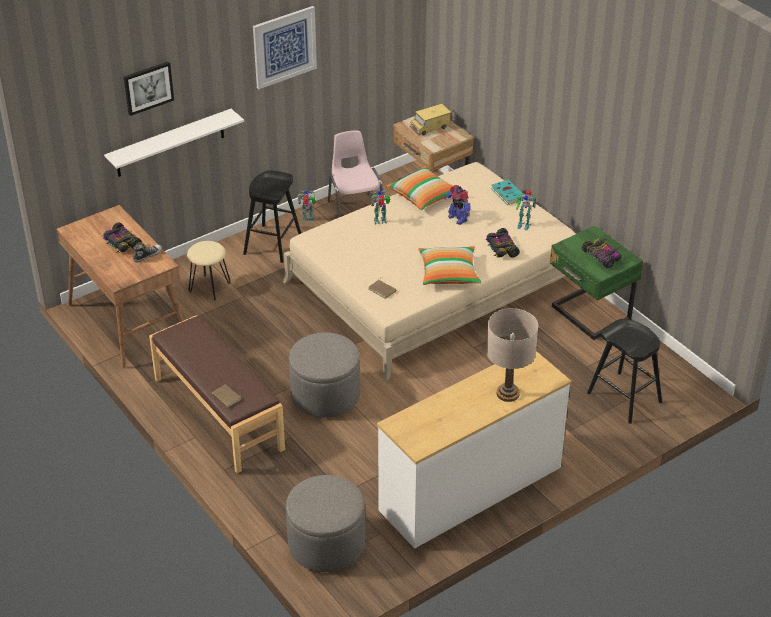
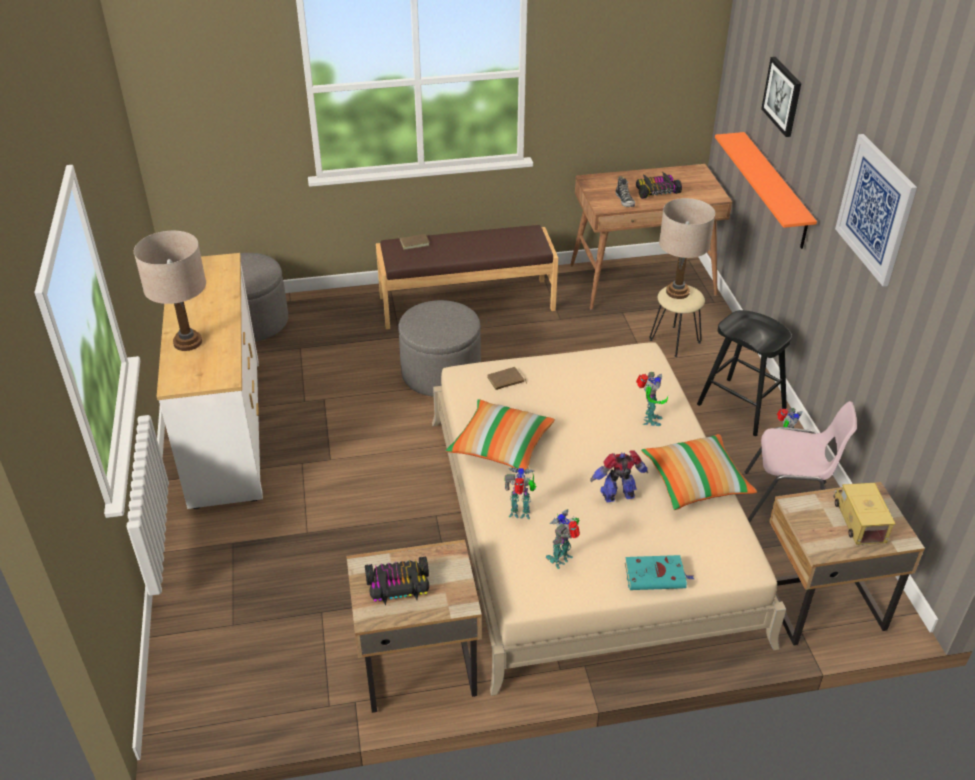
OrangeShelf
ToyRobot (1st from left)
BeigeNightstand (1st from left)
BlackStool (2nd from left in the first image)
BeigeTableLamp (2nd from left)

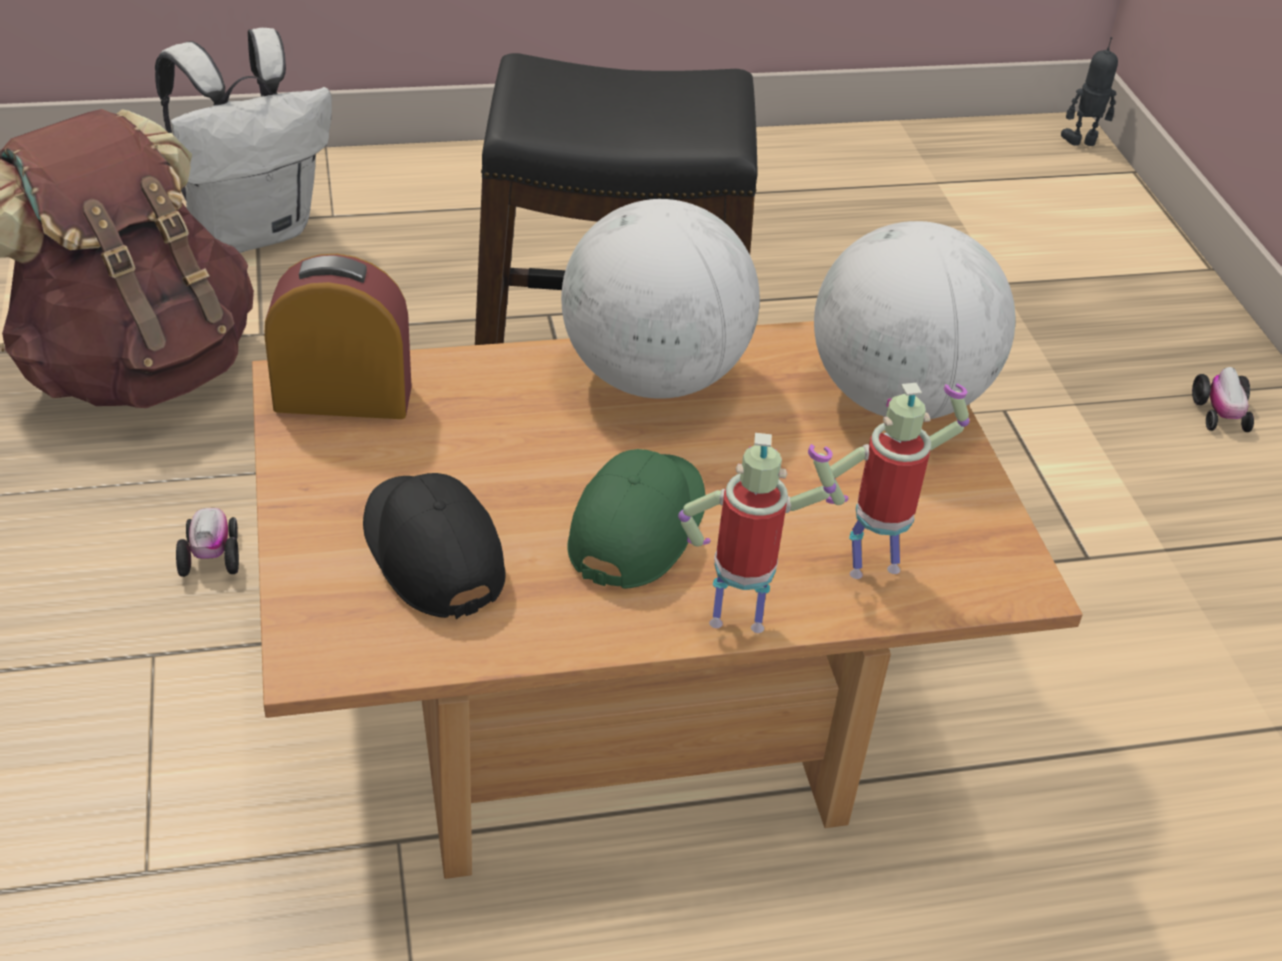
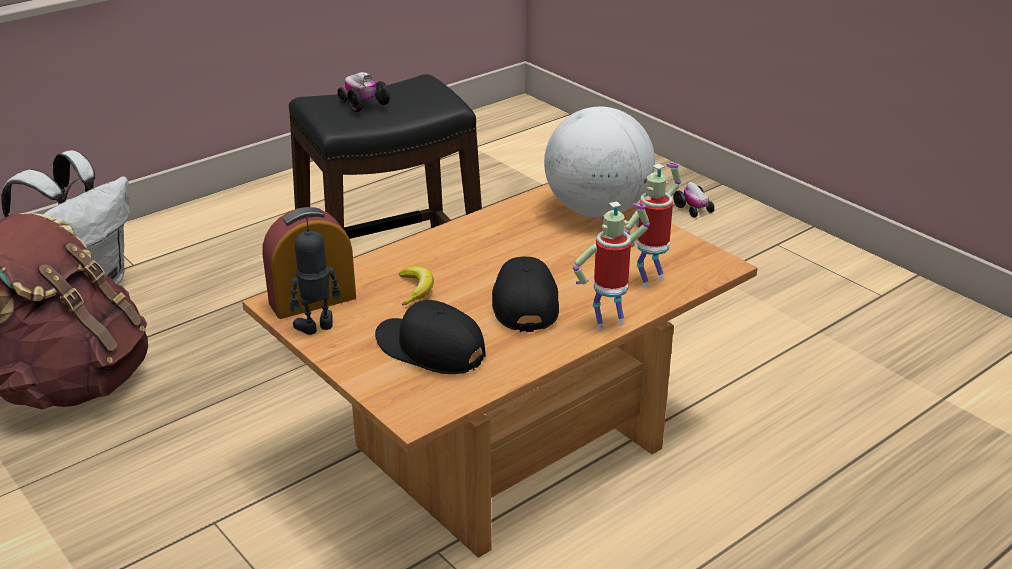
ToyCar (1st from left)
Globe (1st from left in the first image)
BlackCap (2nd from left)
ToyRobot (1st from left)
Banana

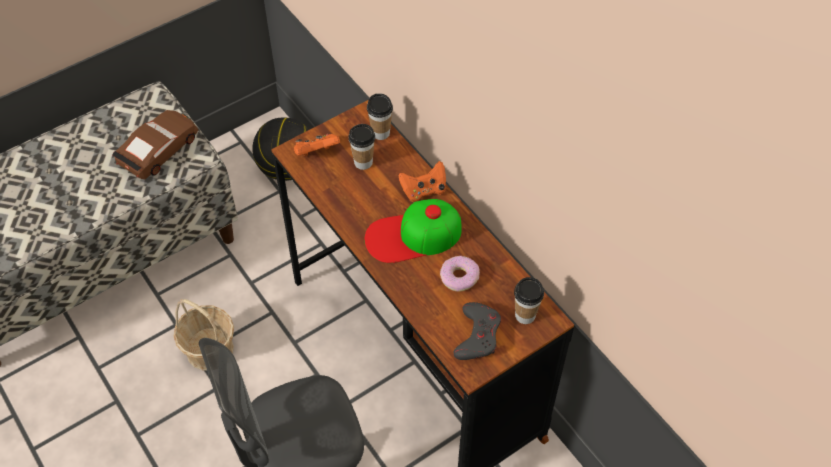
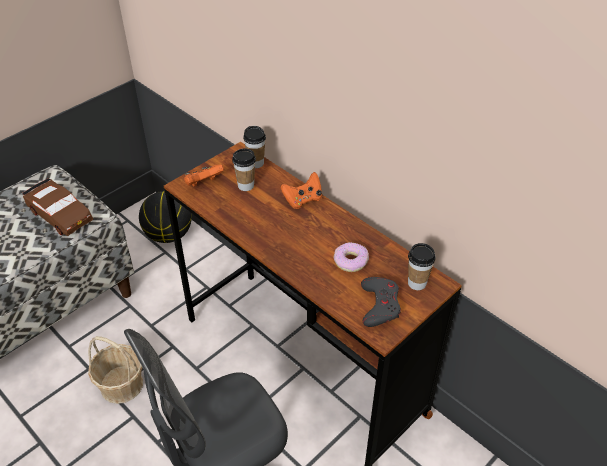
BrownToyCar
Cap

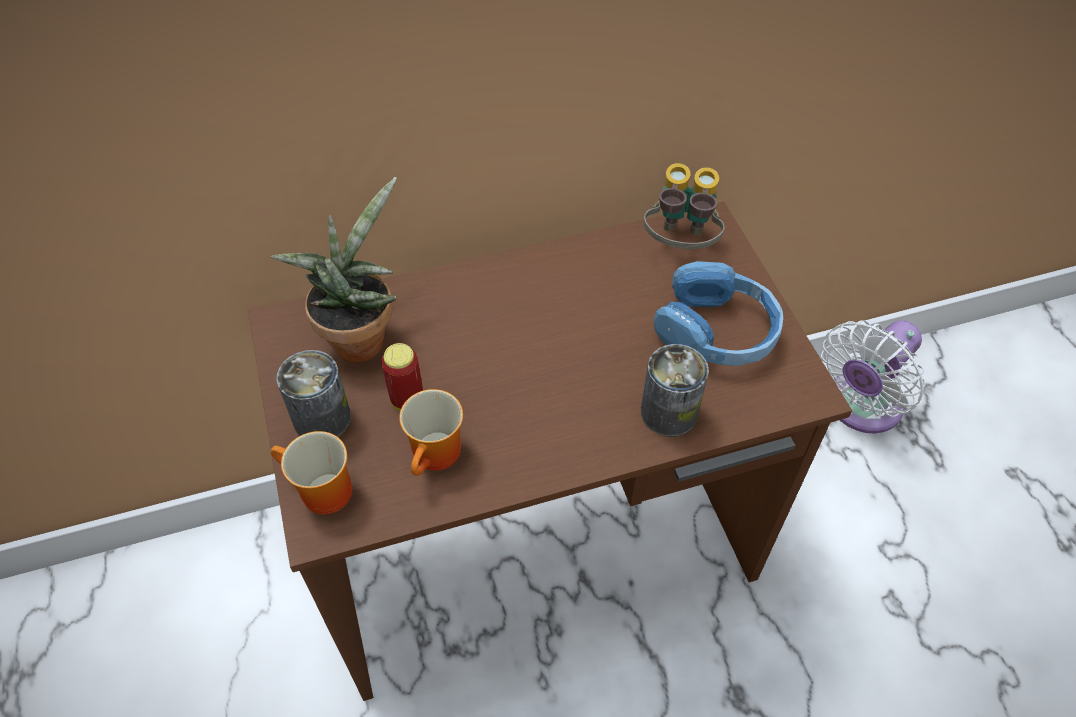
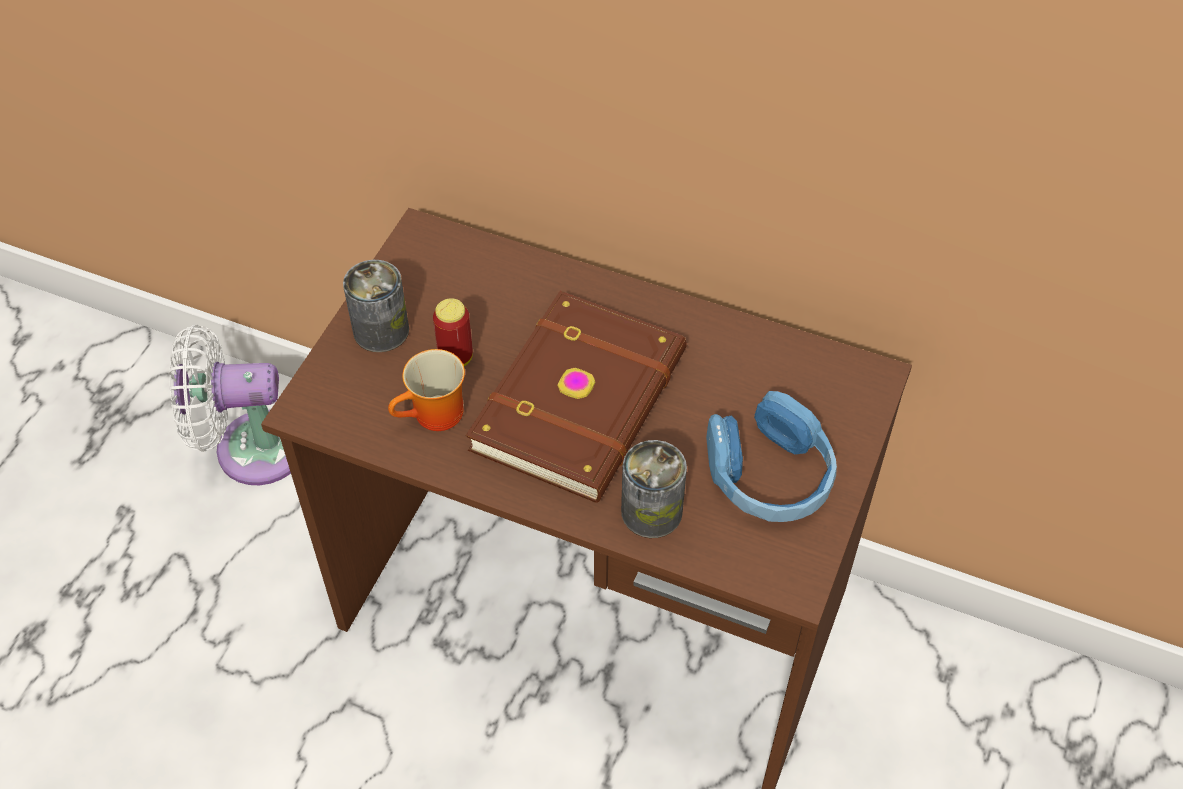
PottedPlant
Mug (1st from left in the first image)
Binoculars
WhiteFan
BrownBook

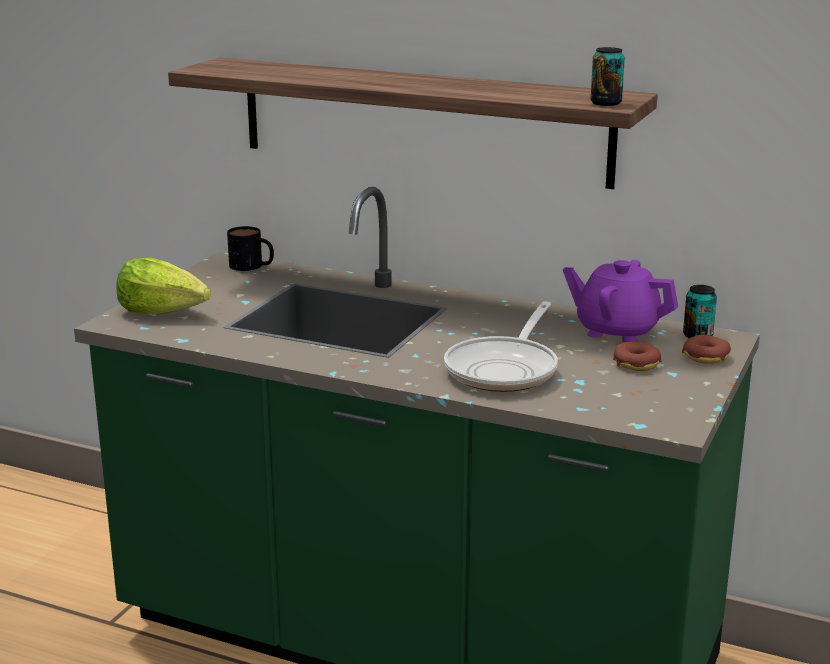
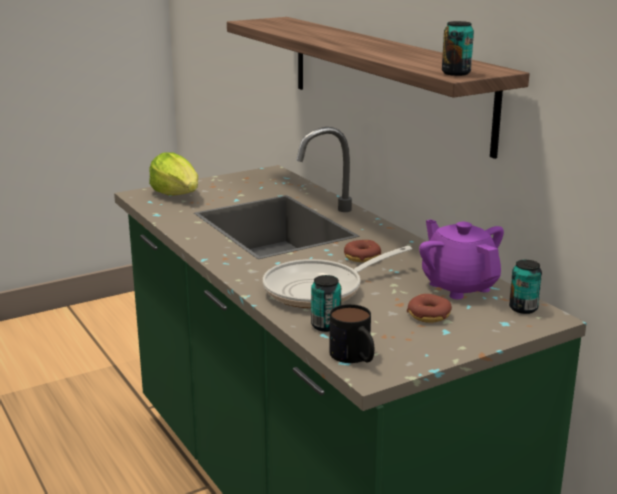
Mug
Donut (1st from left)
Can (1st from left)

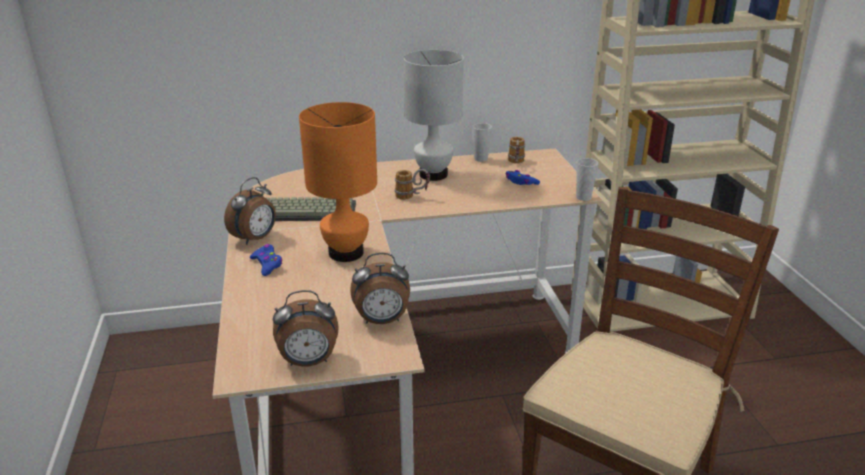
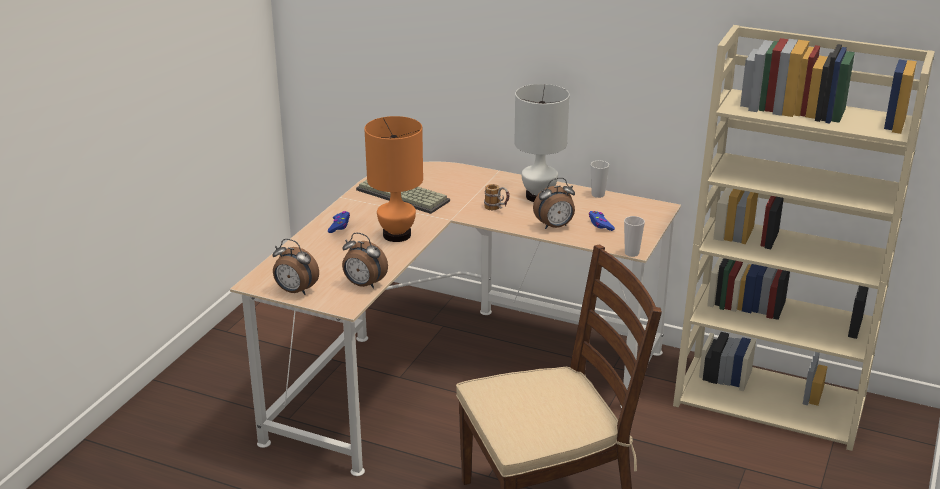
AlarmClock (3rd from left)
Mug (2nd from left in the first image)

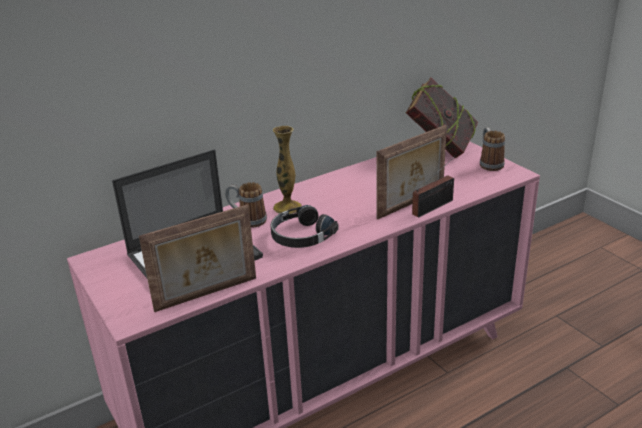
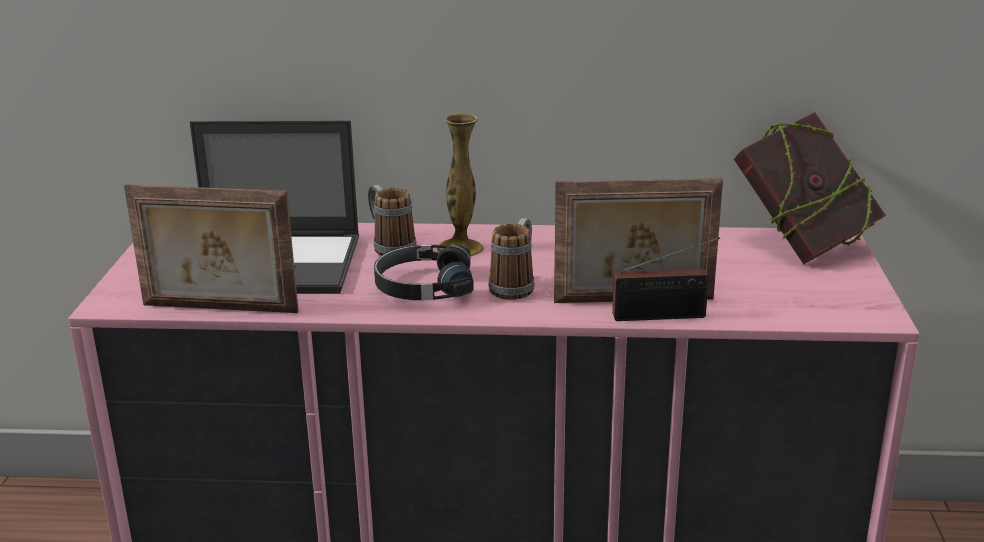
Mug (2nd from left)

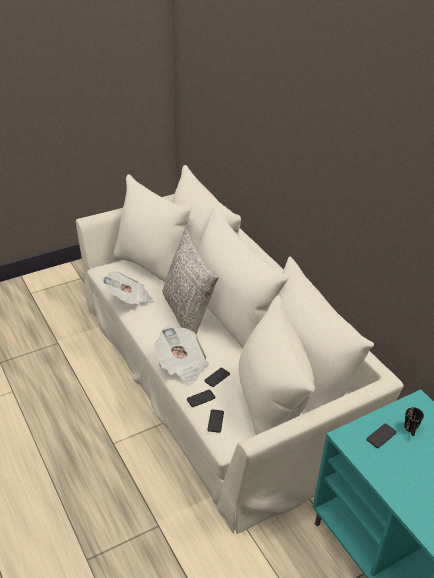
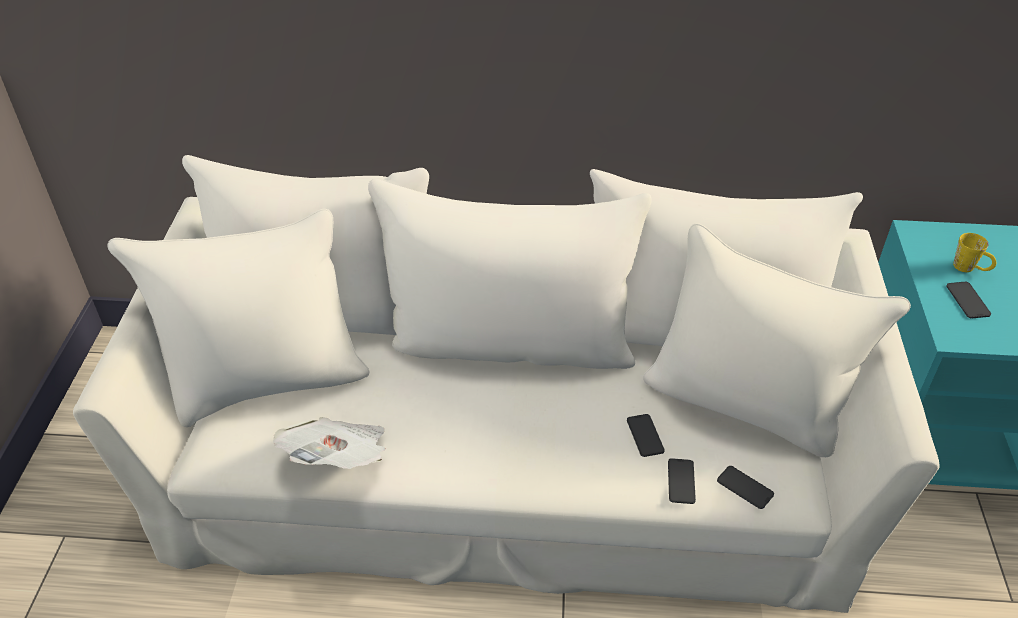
Newspaper (2nd from left in the first image)
GreyPillow
YellowMug

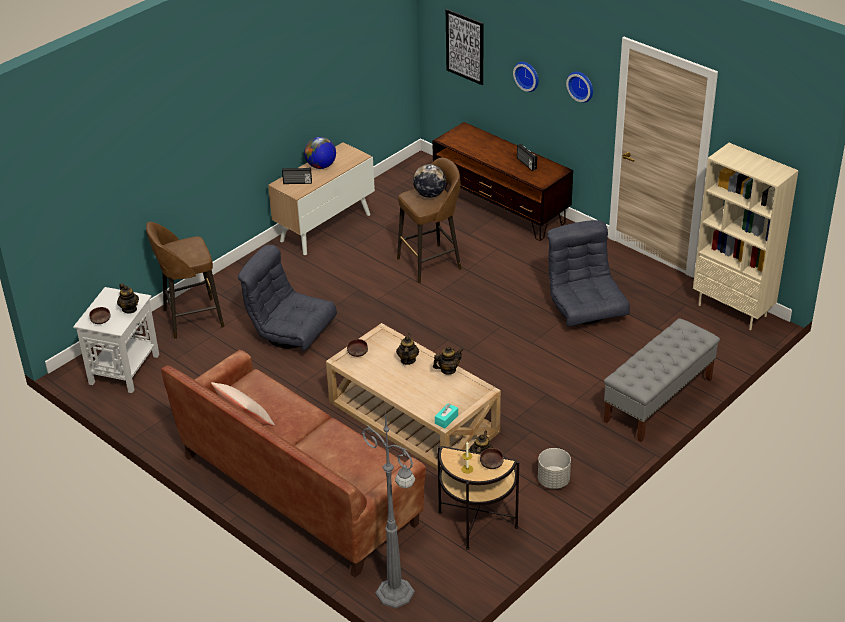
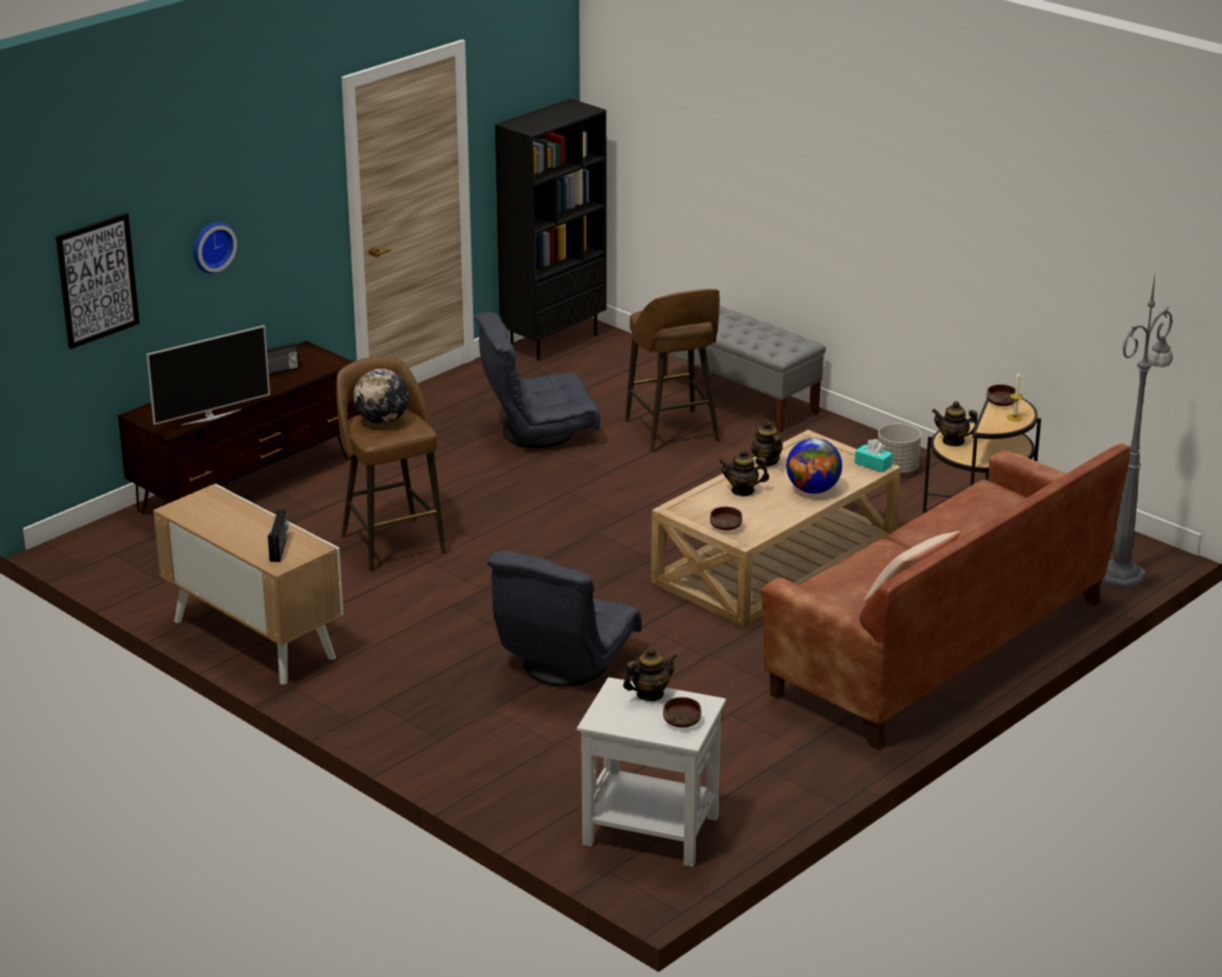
BrownStool (2nd from left)
Globe (2nd from left)
WallClock (2nd from left in the first image)
BlackBookcase
Television

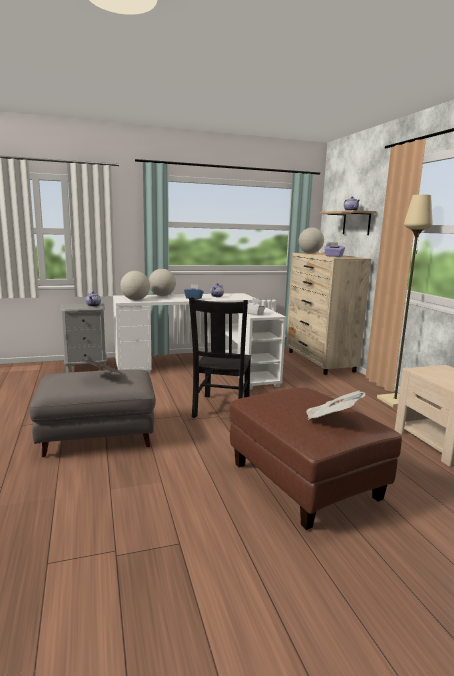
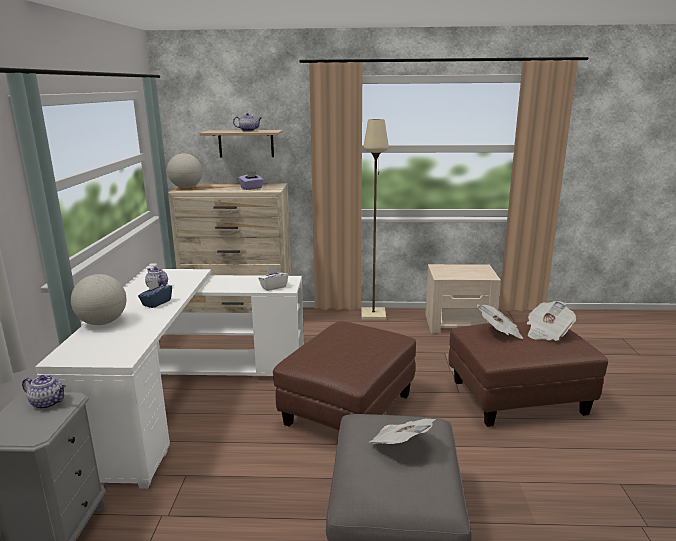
Globe (1st from left in the first image)
BrownOttoman (1st from left)
Newspaper (2nd from left)

